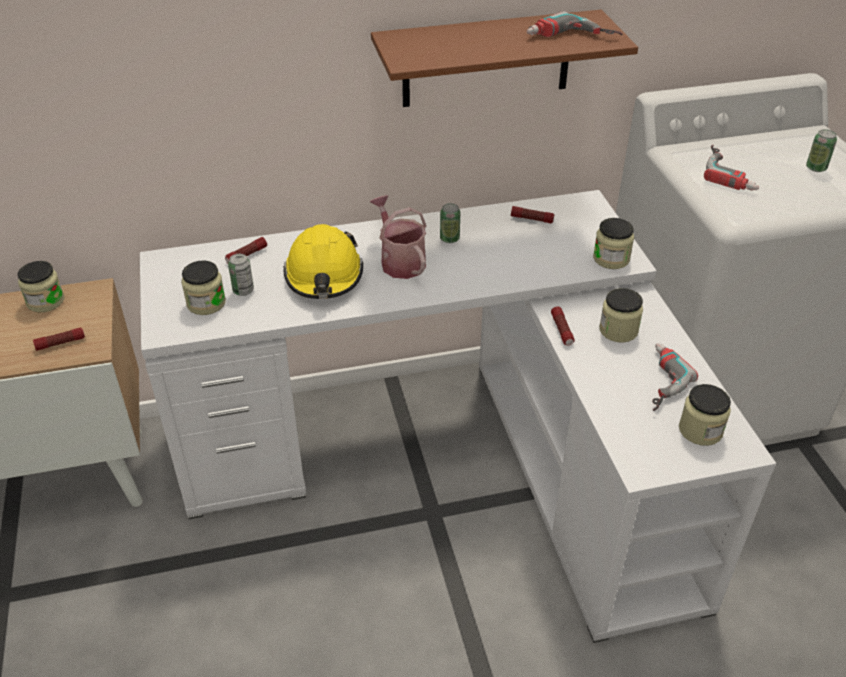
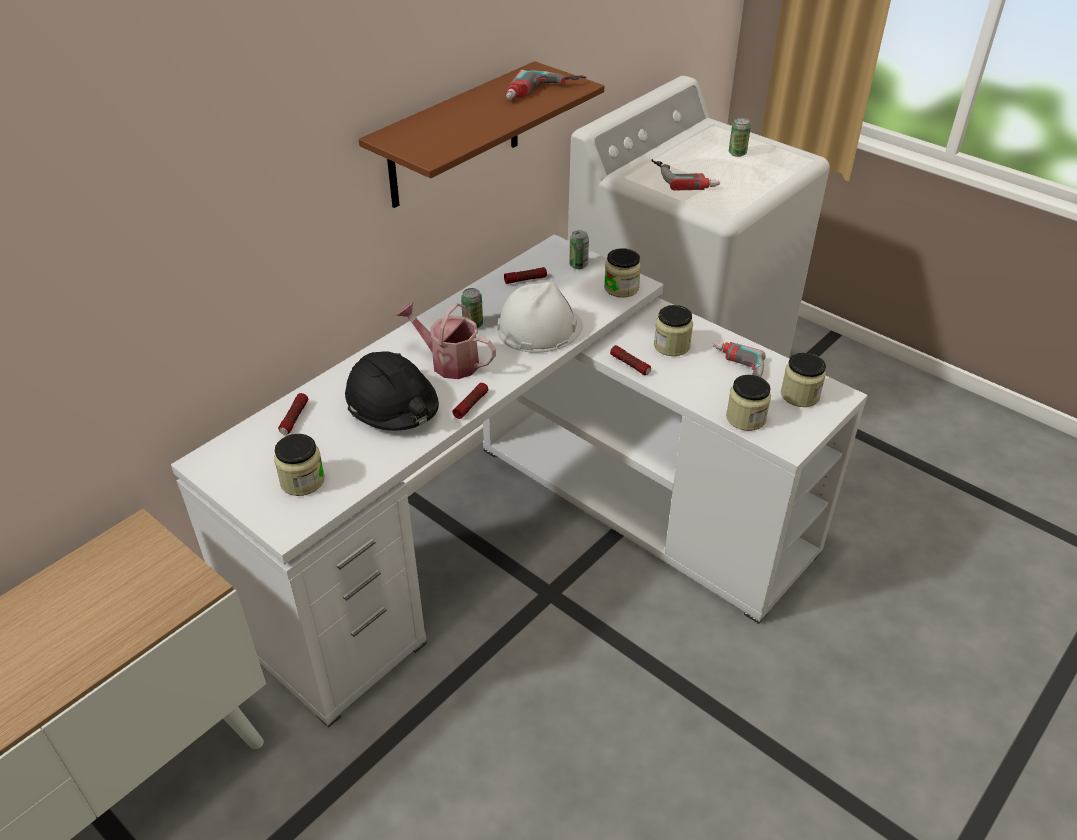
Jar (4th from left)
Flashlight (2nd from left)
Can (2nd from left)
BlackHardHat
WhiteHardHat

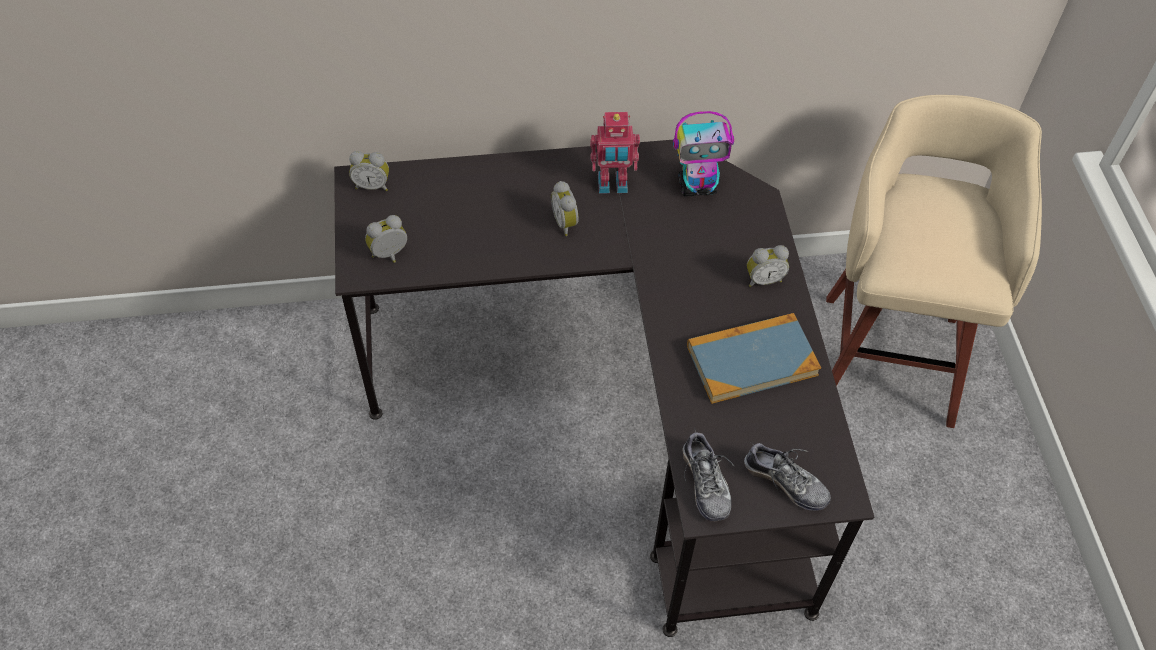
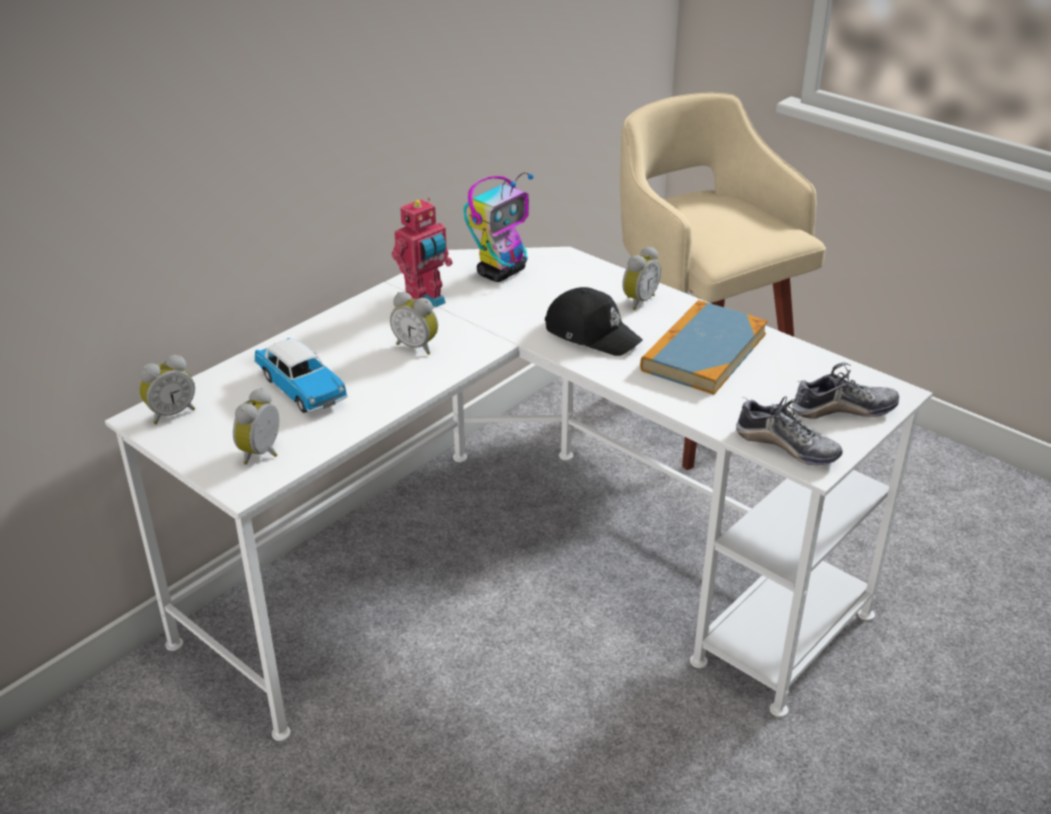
WhiteDesk
ToyCar
BlackCap

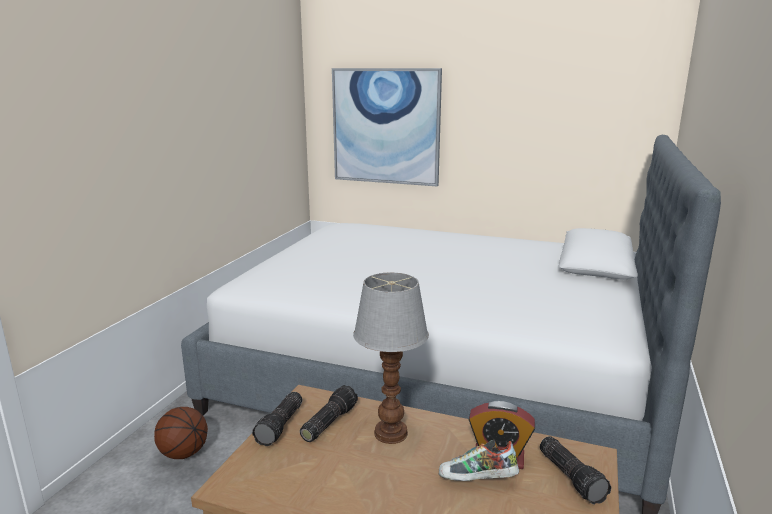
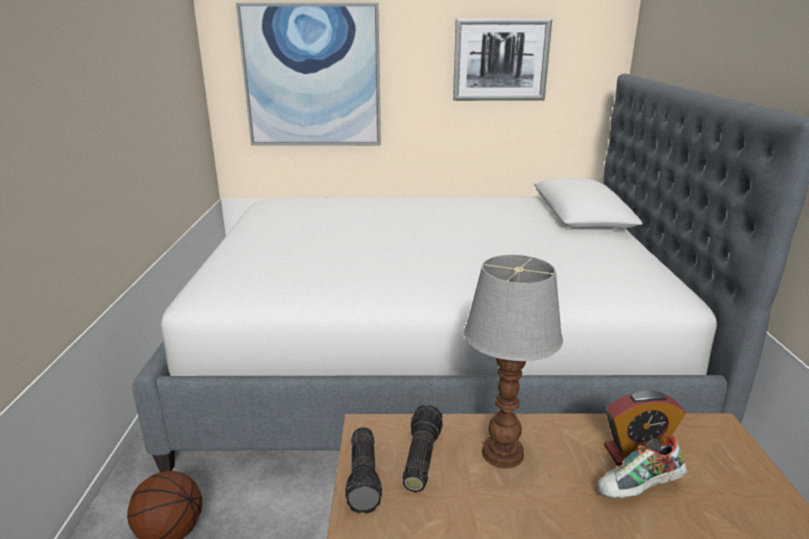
Flashlight (3rd from left in the first image)
Picture (2nd from left)

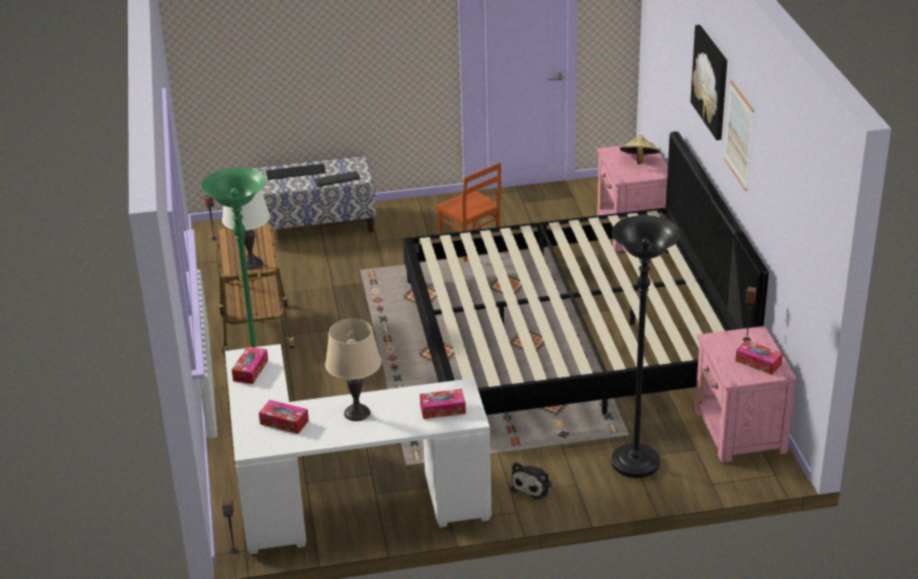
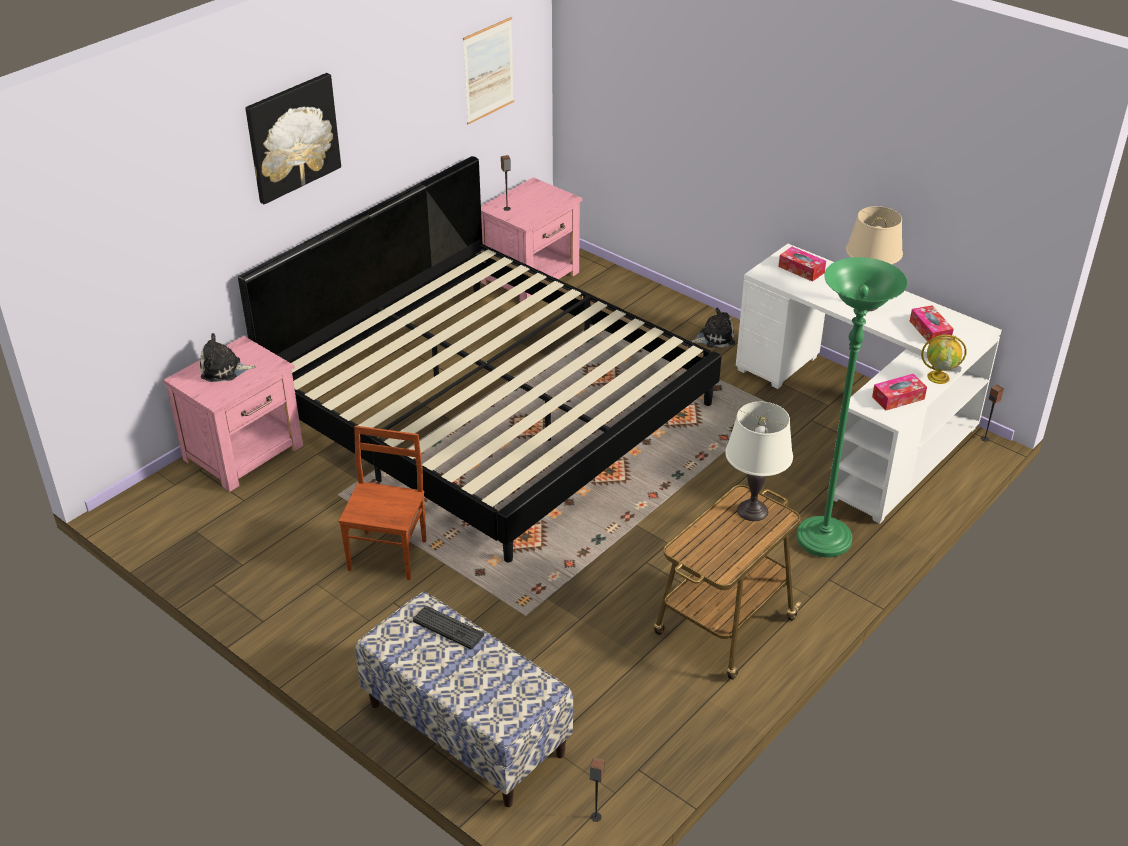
Keyboard (1st from left in the first image)
BlackFloorLamp
PlushToy (1st from left)
Picture (2nd from left)
TissueBox (4th from left in the first image)
Globe

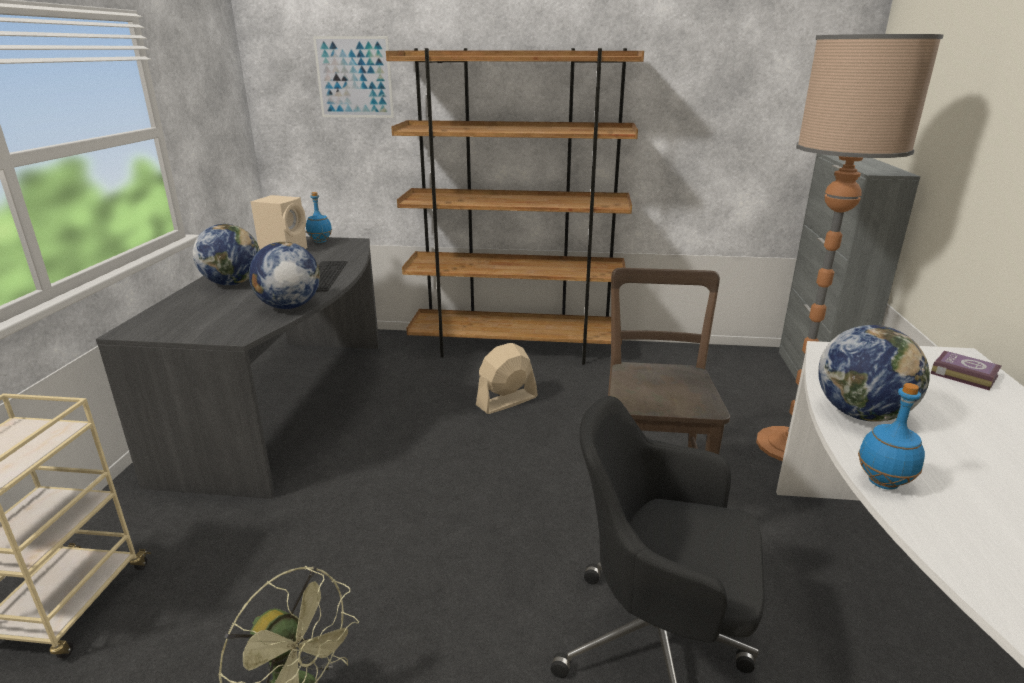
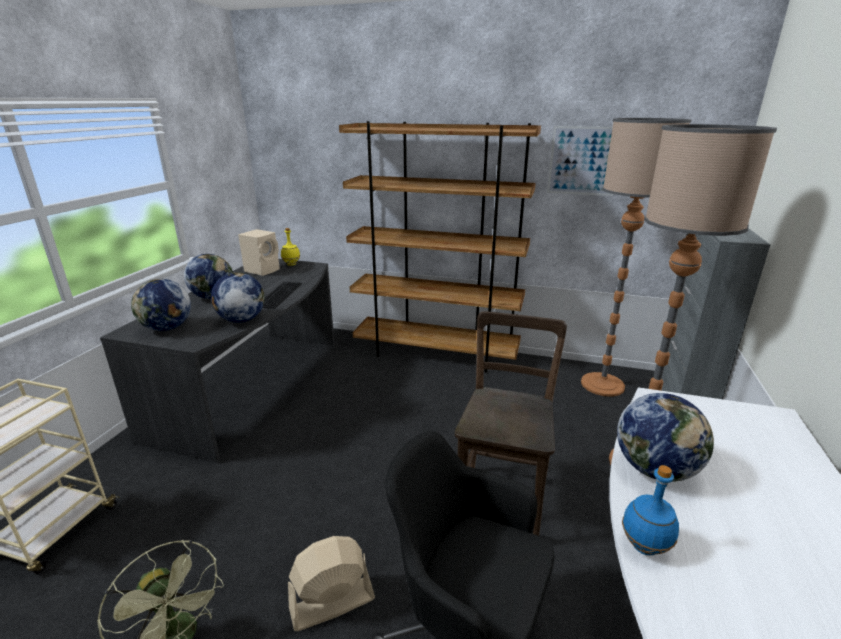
YellowBottle
Picture
BeigeFan
Book
Globe (1st from left)
FloorLamp (1st from left)

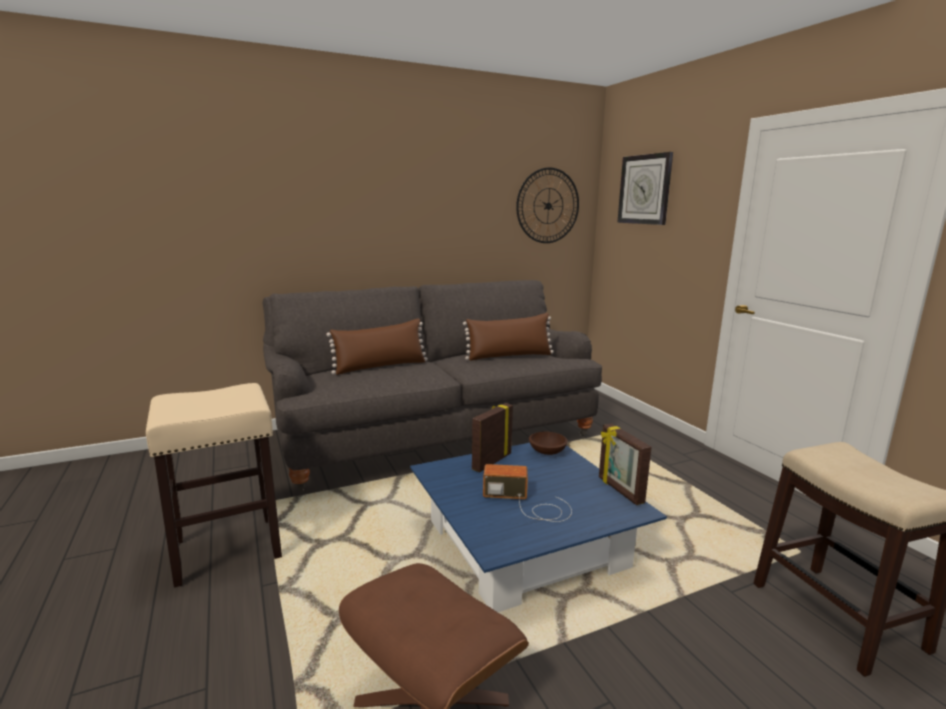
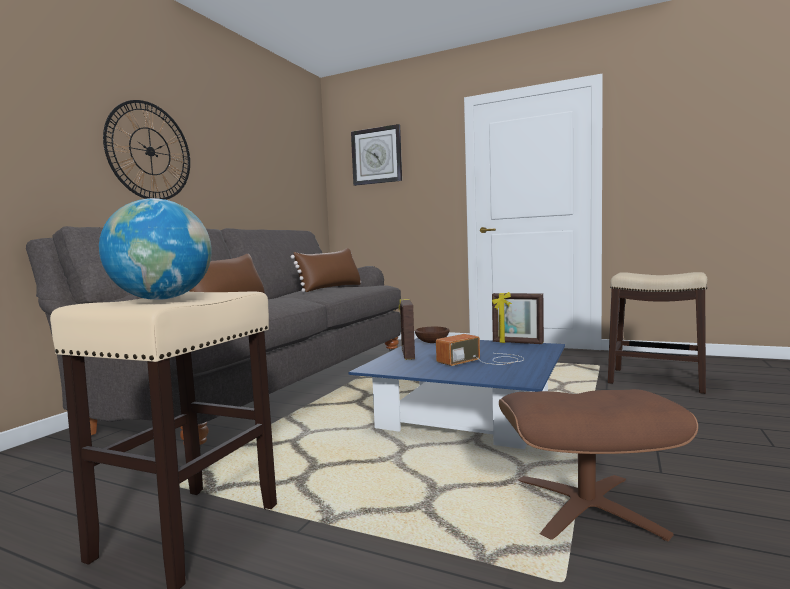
WallClock (1st from left)
Globe

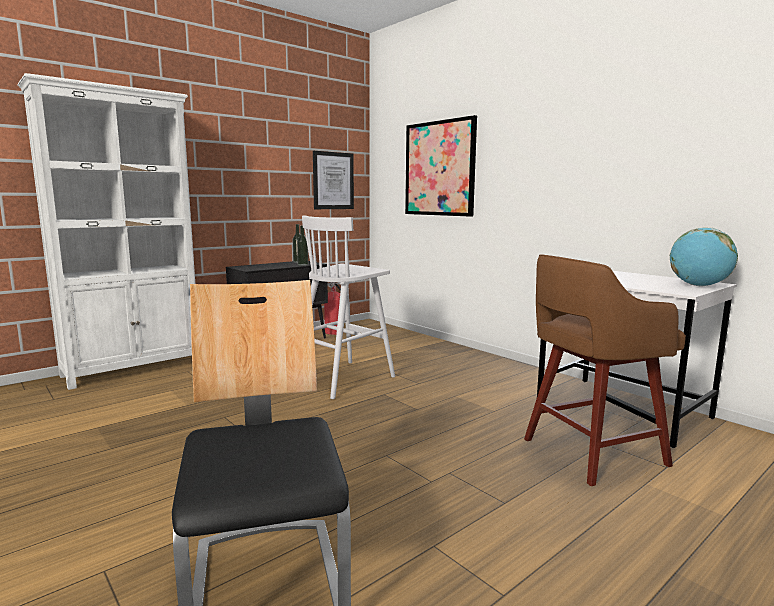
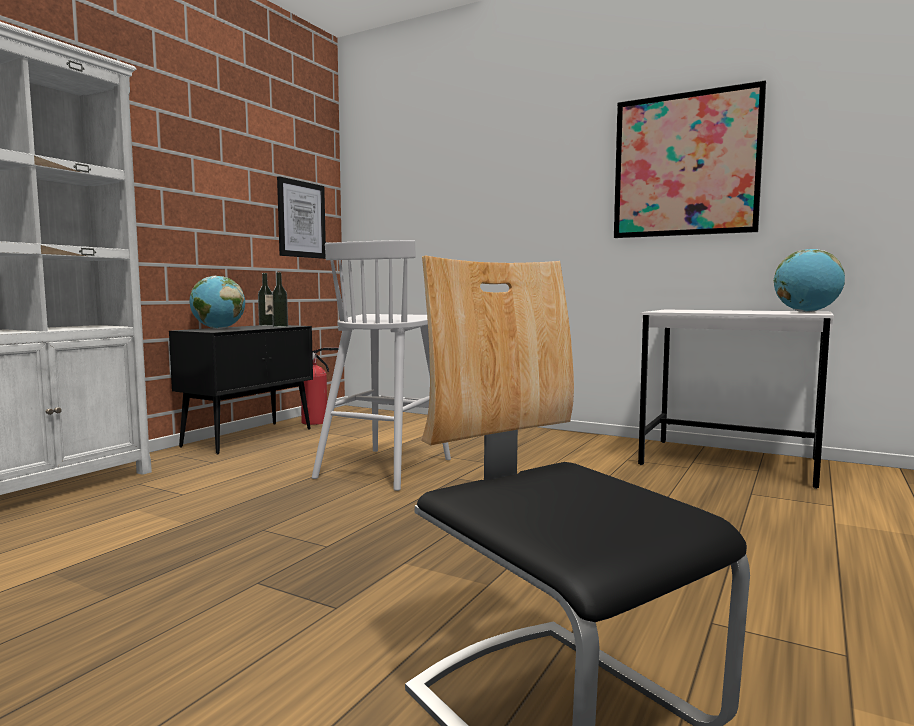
Picture (2nd from left)
BrownStool
Globe (1st from left)

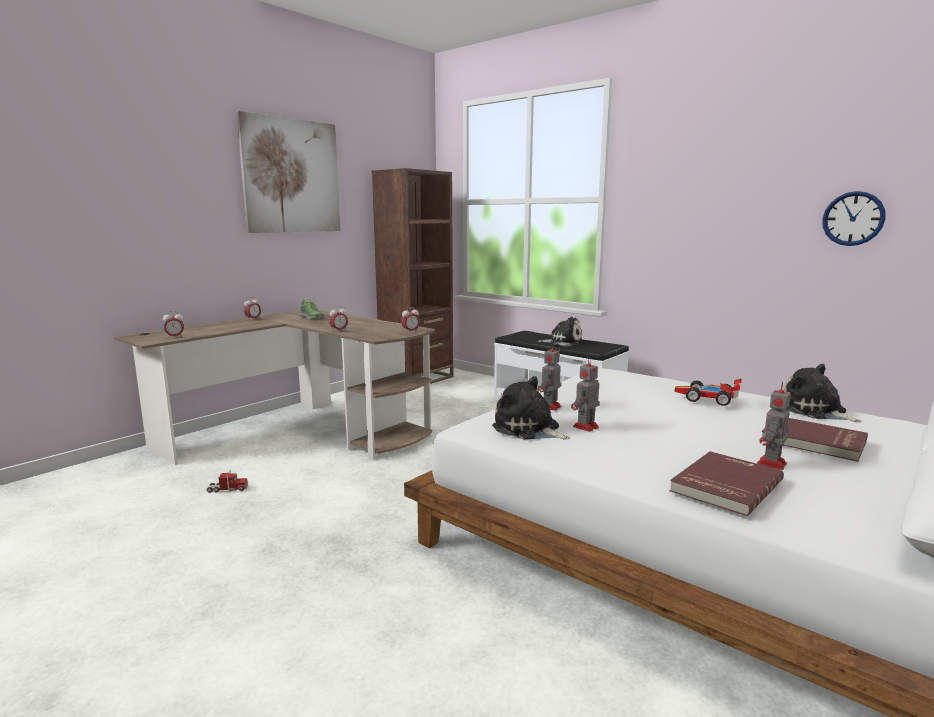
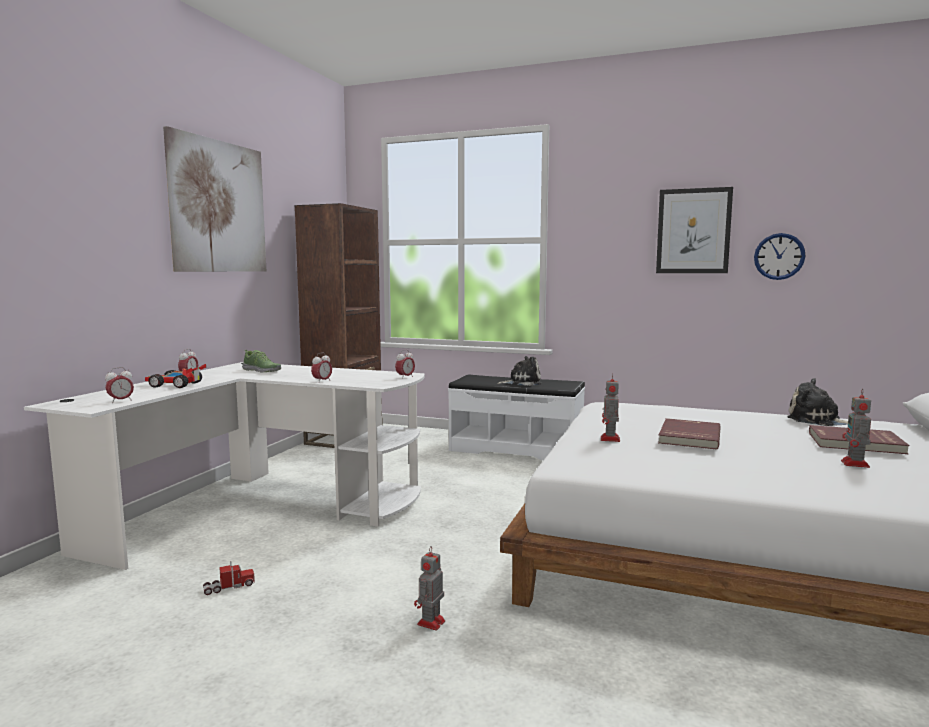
WhiteDesk
PlushToy (1st from left in the first image)
ToyRobot (1st from left)
RedBook (1st from left)
ToyCar
Picture (2nd from left)

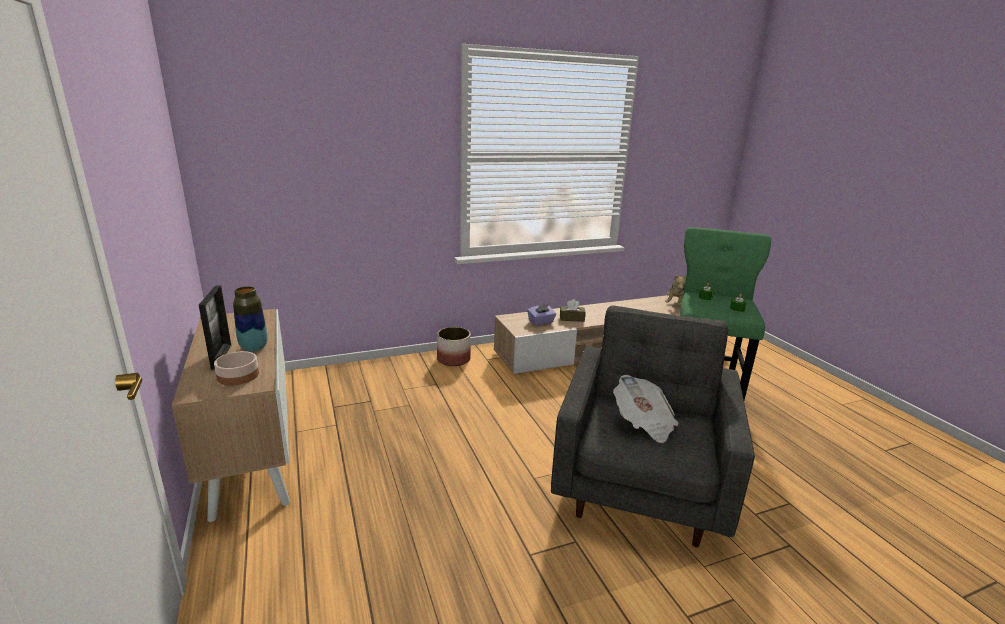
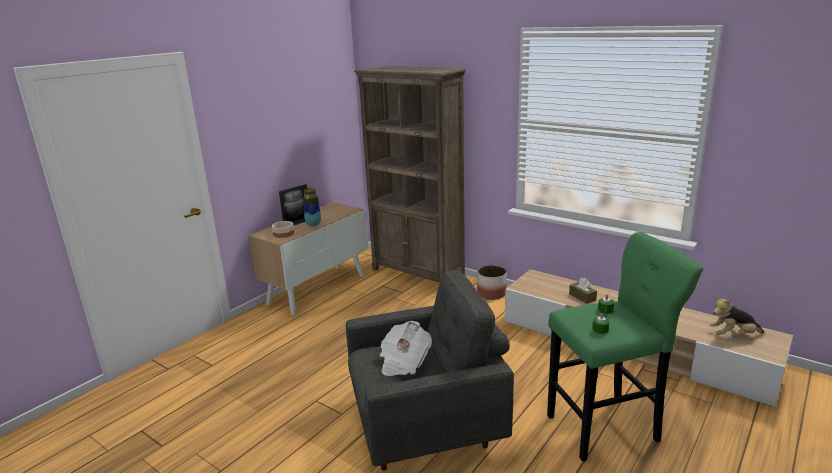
PurpleTissueBox
BrownBookcase

